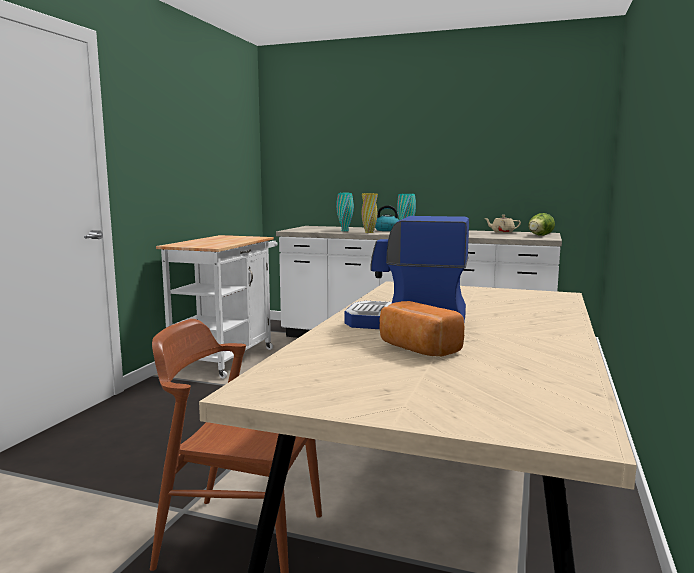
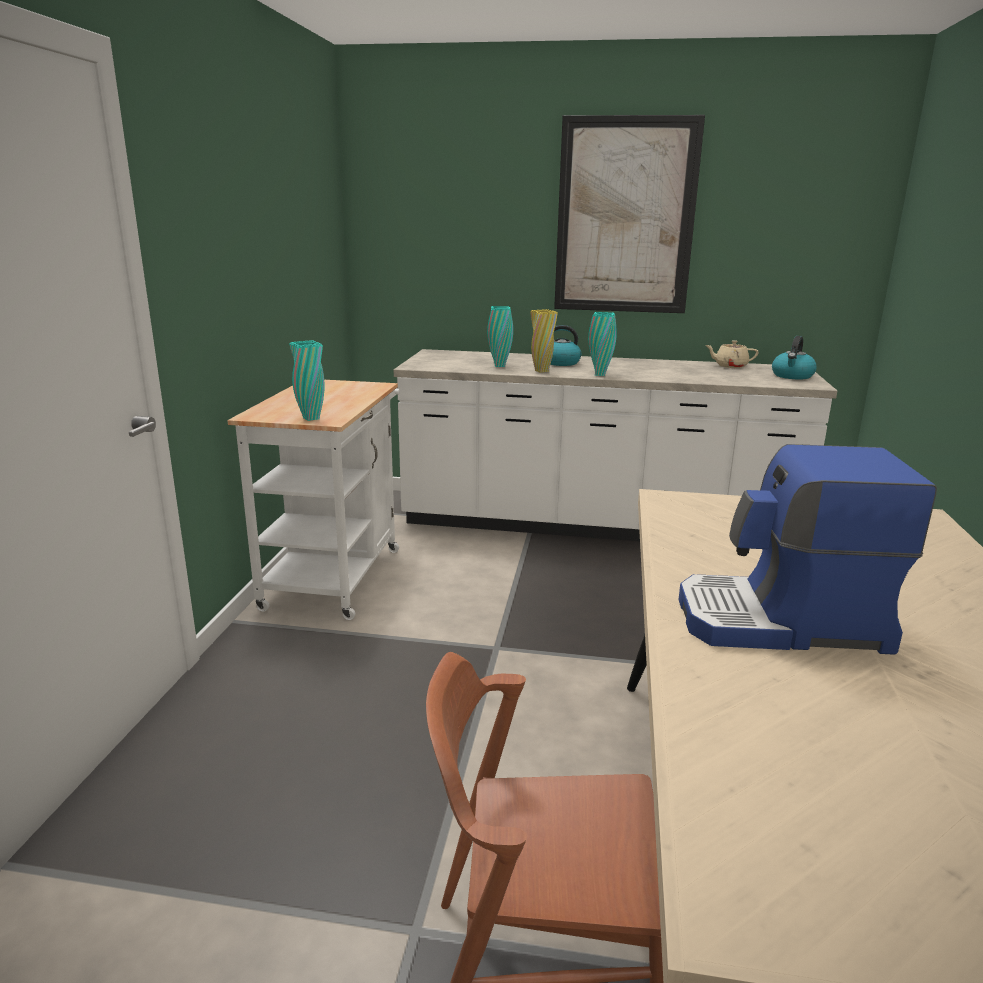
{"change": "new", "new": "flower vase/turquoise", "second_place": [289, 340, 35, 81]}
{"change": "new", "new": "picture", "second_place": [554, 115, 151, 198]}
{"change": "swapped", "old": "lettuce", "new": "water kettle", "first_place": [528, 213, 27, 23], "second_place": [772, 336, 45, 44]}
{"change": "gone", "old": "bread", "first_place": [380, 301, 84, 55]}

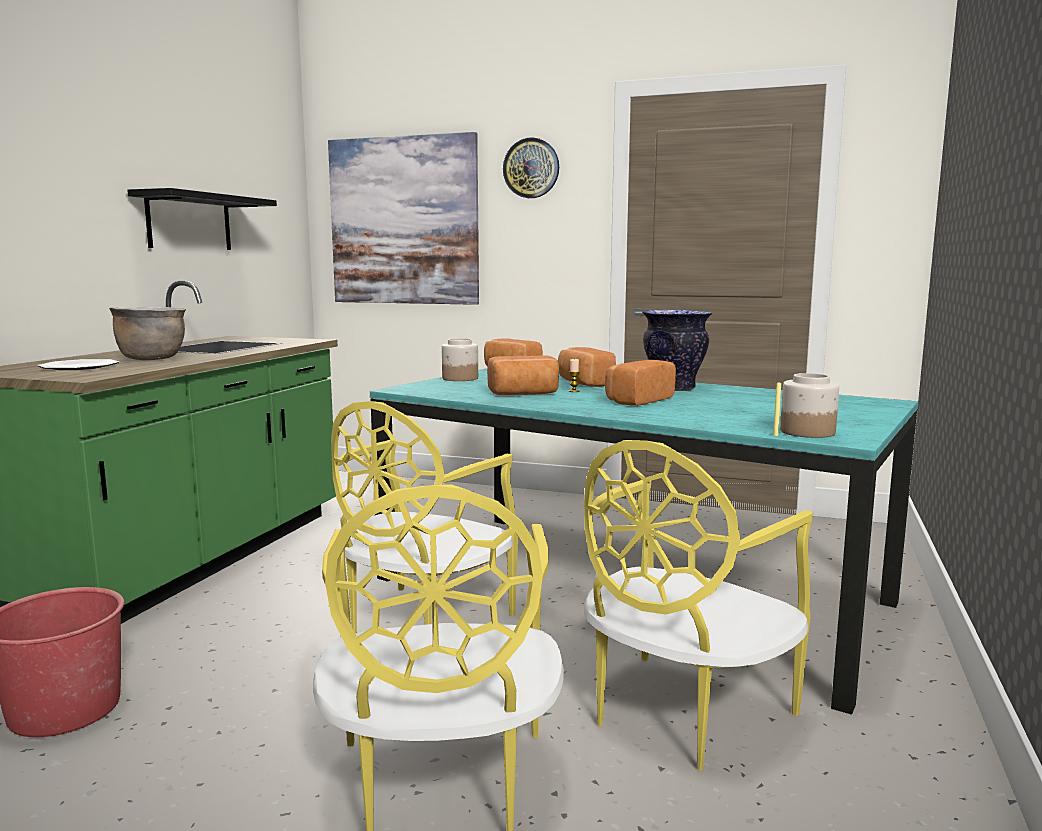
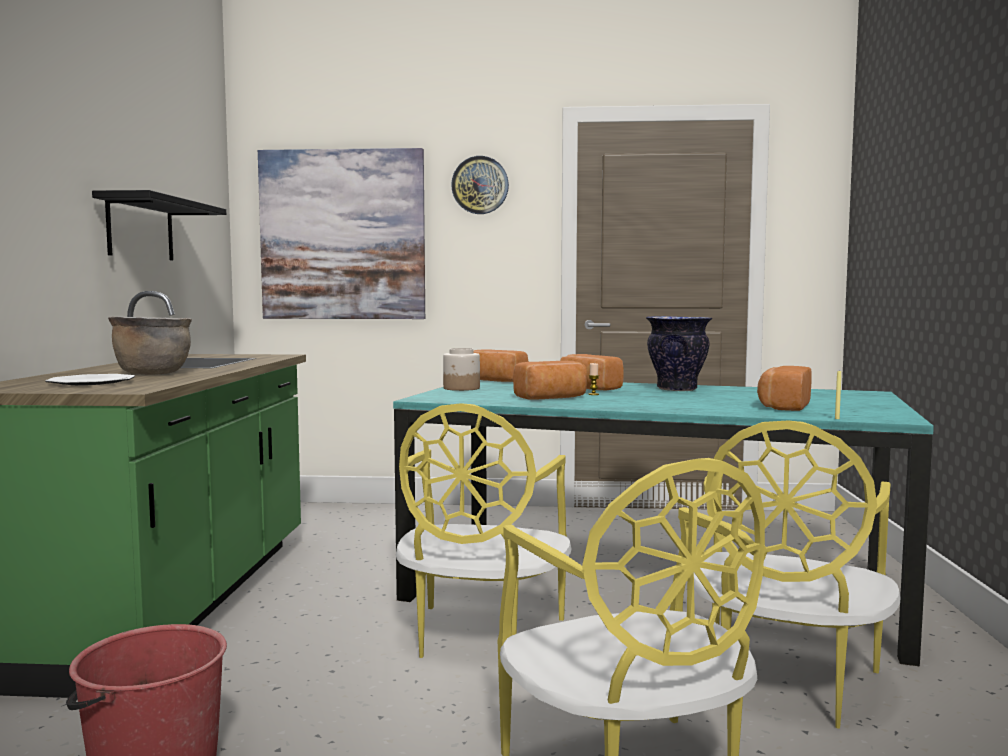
{"change": "shifted", "old": "bread", "first_place": [605, 360, 71, 46], "second_place": [757, 366, 55, 45]}
{"change": "gone", "old": "jar", "first_place": [780, 373, 59, 65]}

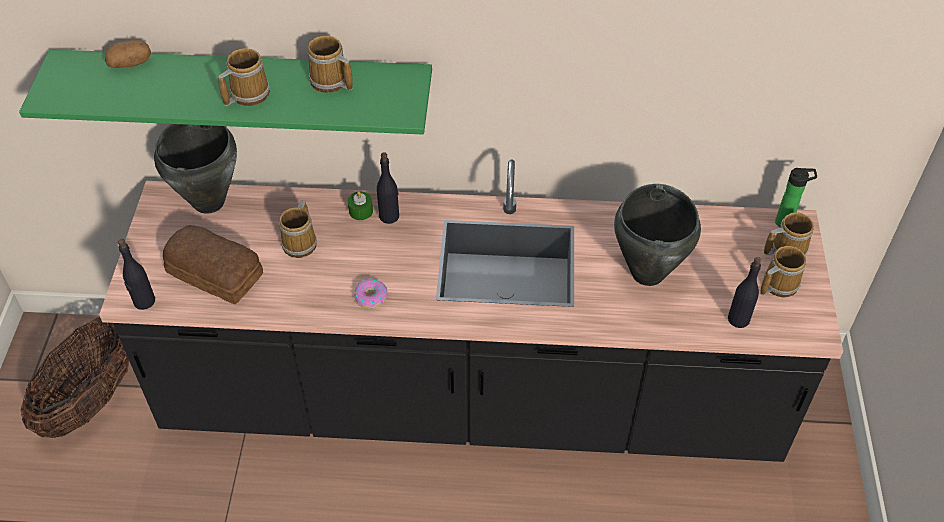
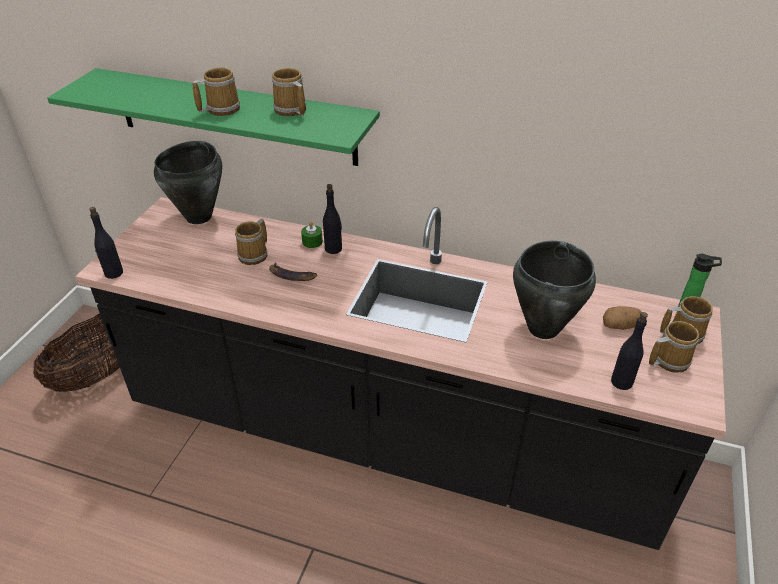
{"change": "new", "new": "banana", "second_place": [269, 262, 48, 19]}
{"change": "shifted", "old": "potato", "first_place": [105, 40, 46, 28], "second_place": [603, 306, 39, 24]}
{"change": "gone", "old": "bread", "first_place": [163, 225, 100, 79]}
{"change": "gone", "old": "donut", "first_place": [354, 279, 34, 30]}

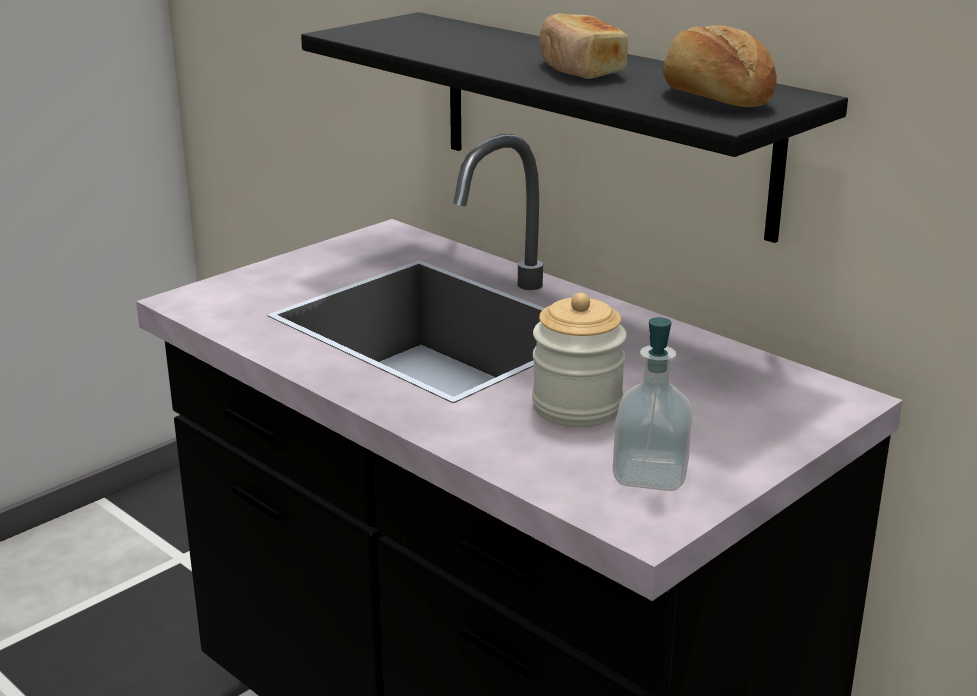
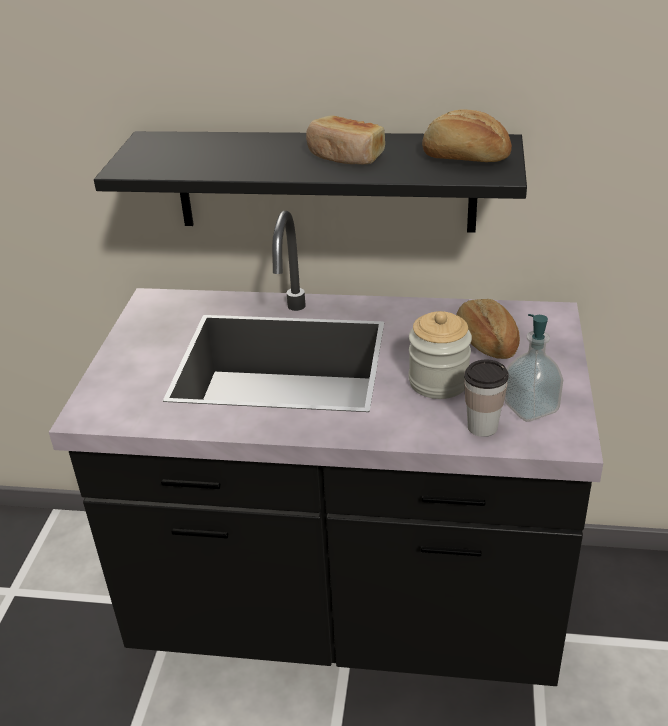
{"change": "new", "new": "bread", "second_place": [456, 299, 64, 60]}
{"change": "new", "new": "drinking cup", "second_place": [464, 360, 45, 77]}

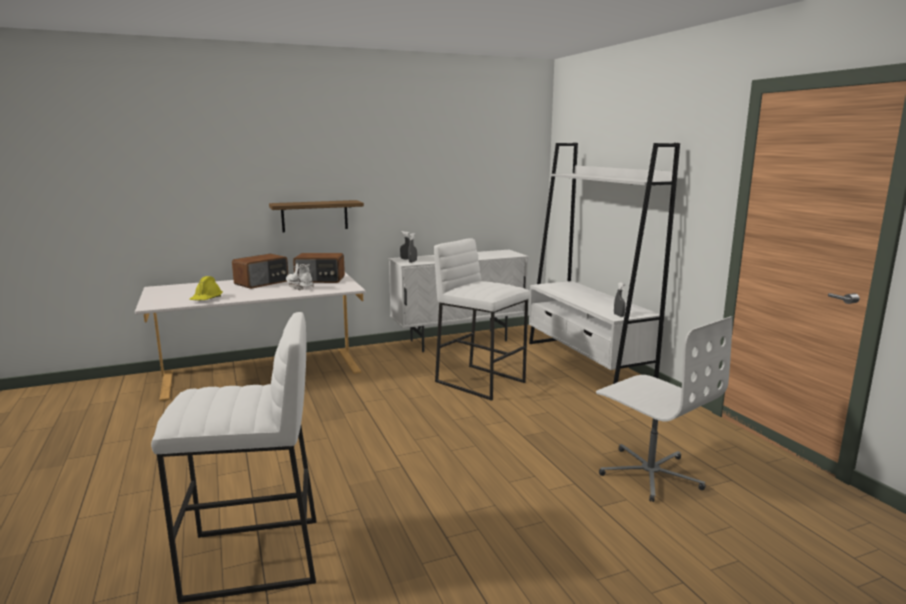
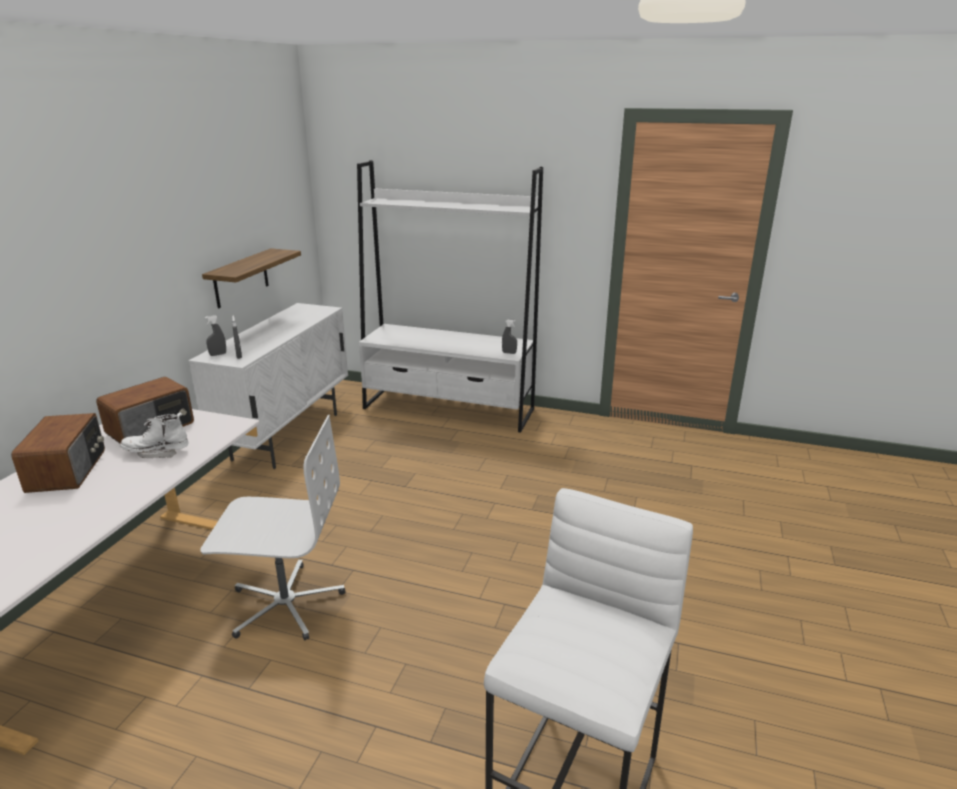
{"change": "shifted", "old": "computer chair/white", "first_place": [596, 316, 137, 186], "second_place": [200, 415, 145, 225]}
{"change": "shifted", "old": "wall shelf", "first_place": [269, 200, 95, 32], "second_place": [202, 248, 99, 60]}
{"change": "gone", "old": "hard hat/yellowish", "first_place": [189, 276, 34, 24]}
{"change": "gone", "old": "sitting stool/white", "first_place": [434, 238, 96, 163]}

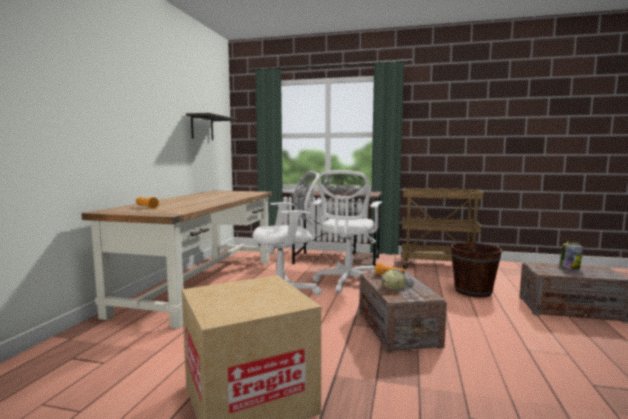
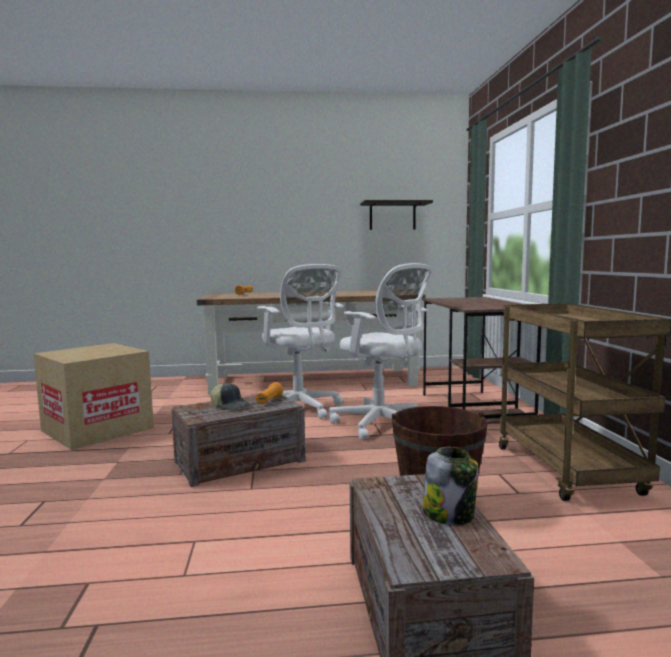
{"change": "rotated", "old": "computer chair/white", "first_place": [312, 170, 70, 123], "second_place": [329, 263, 104, 177], "degrees": -135}

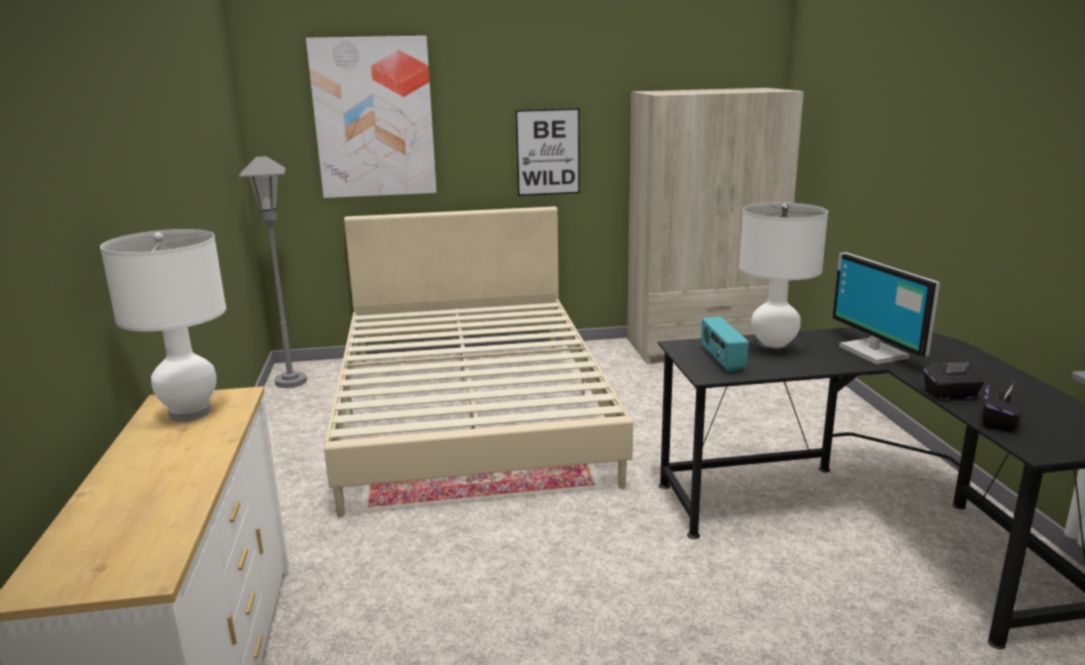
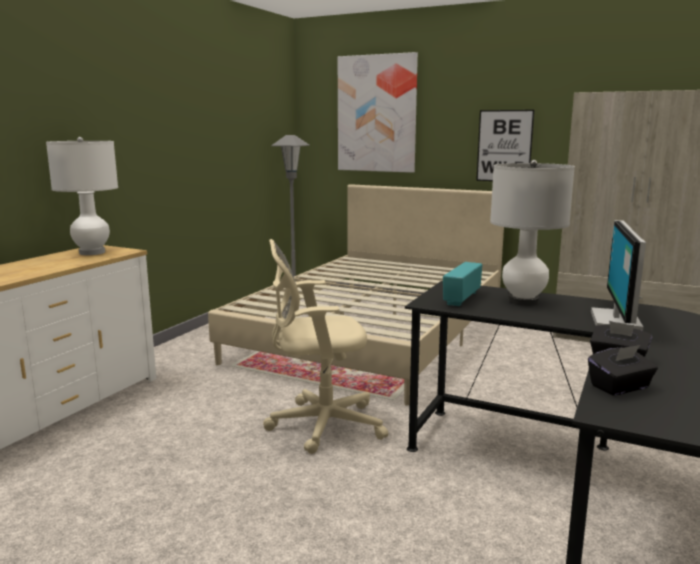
{"change": "new", "new": "computer chair/beige-coloured", "second_place": [263, 239, 125, 215]}

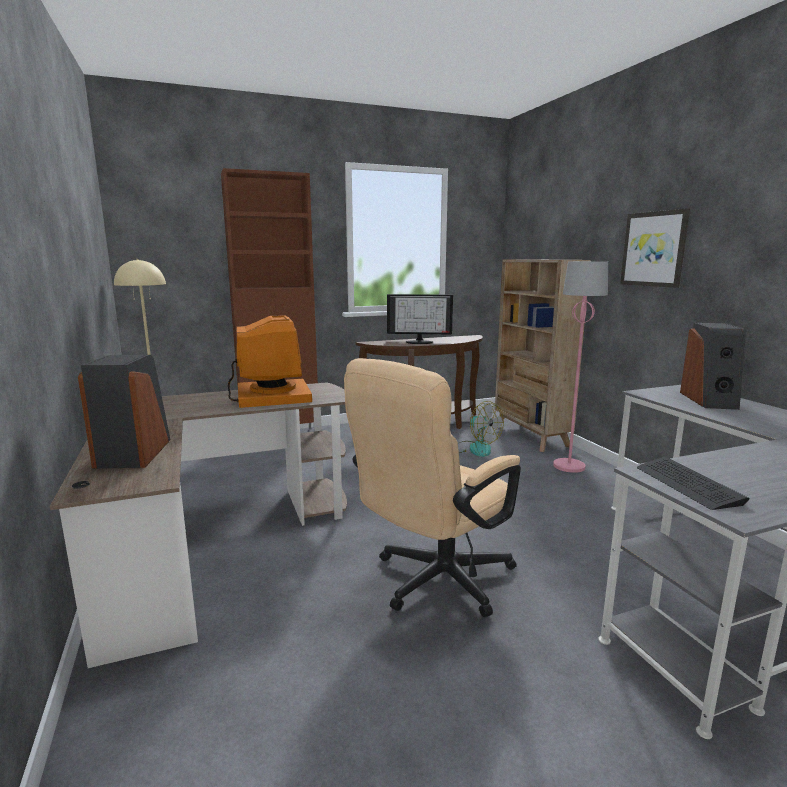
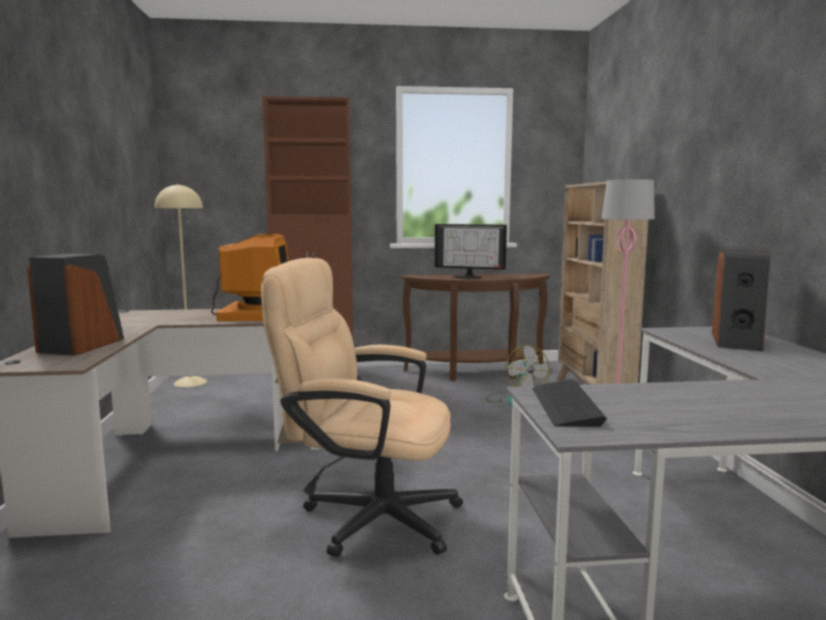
{"change": "rotated", "old": "computer chair/beige-coloured", "first_place": [344, 358, 177, 259], "second_place": [261, 258, 202, 299], "degrees": 45}
{"change": "gone", "old": "picture", "first_place": [620, 208, 70, 80]}

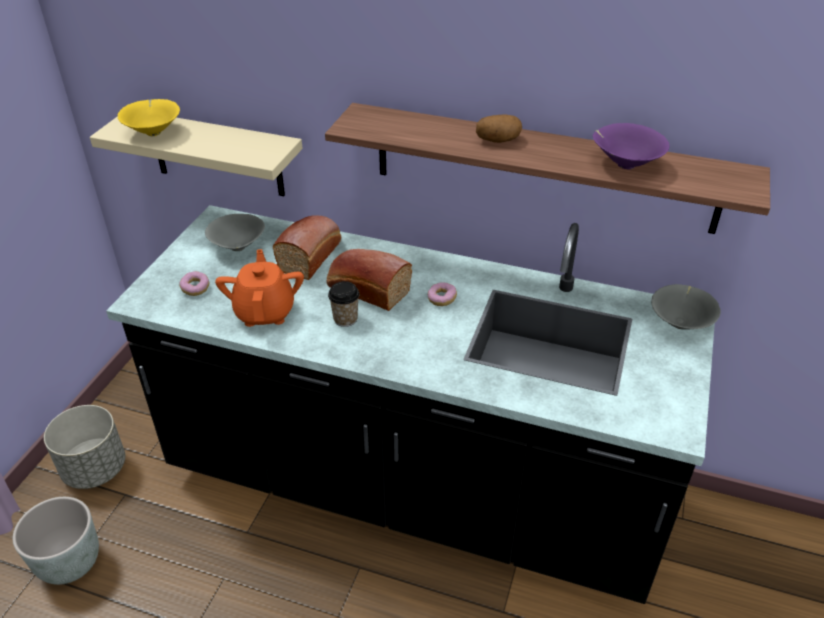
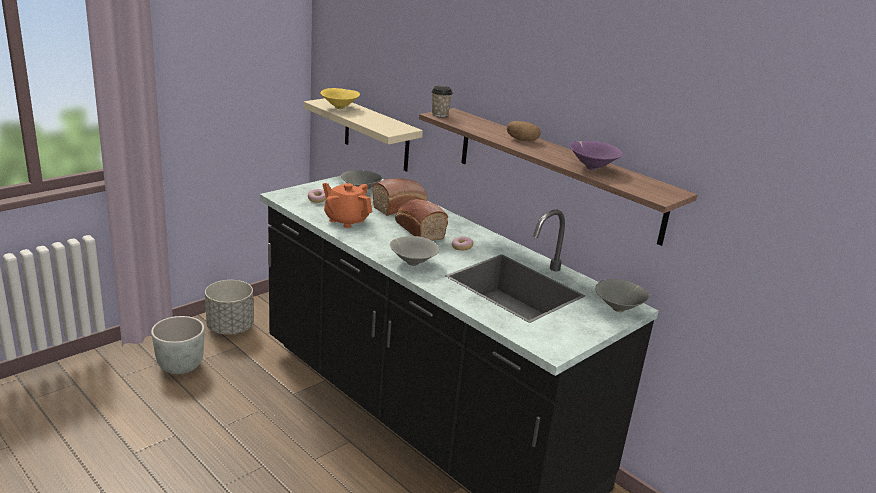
{"change": "rotated", "old": "tea pot/orangey", "first_place": [215, 249, 89, 78], "second_place": [322, 183, 50, 45], "degrees": -75}
{"change": "new", "new": "bowl/grey", "second_place": [390, 236, 49, 30]}
{"change": "shifted", "old": "drinking cup", "first_place": [328, 281, 32, 46], "second_place": [431, 86, 22, 31]}

